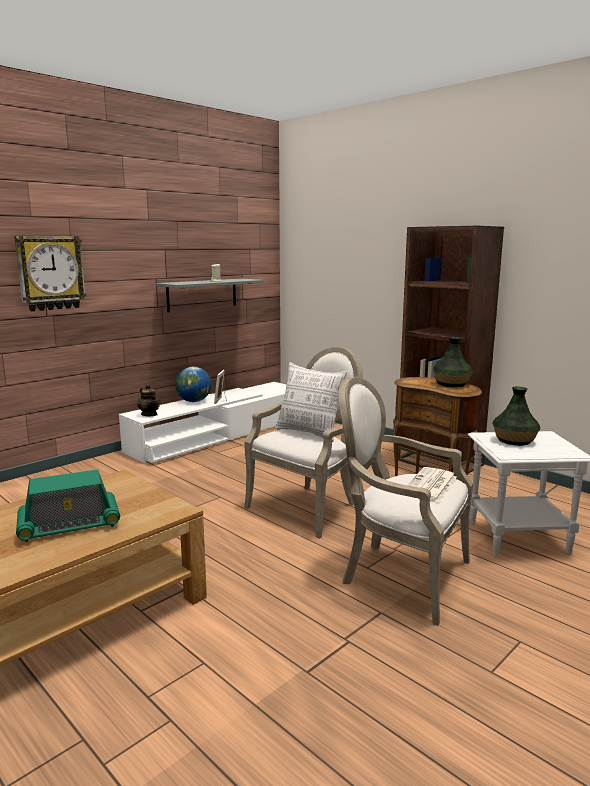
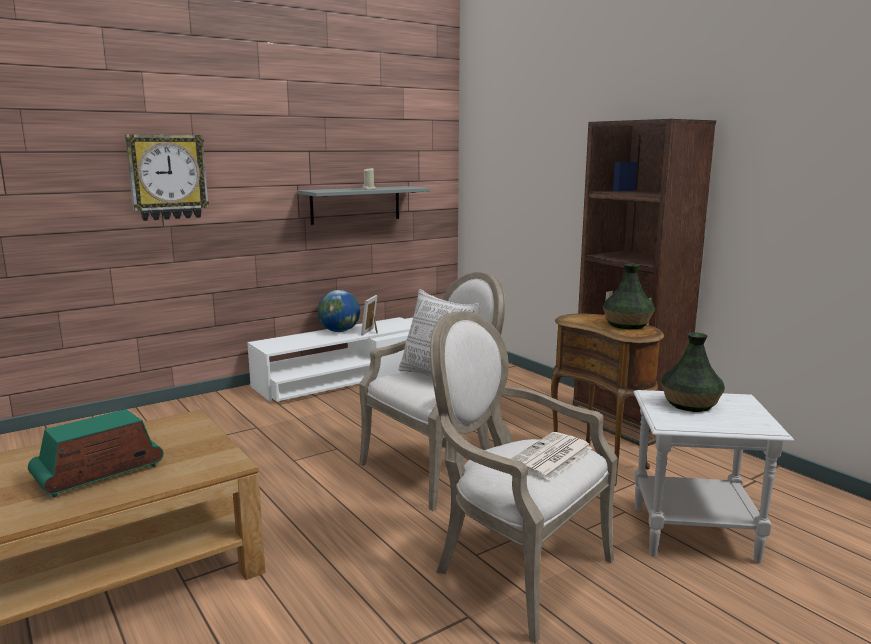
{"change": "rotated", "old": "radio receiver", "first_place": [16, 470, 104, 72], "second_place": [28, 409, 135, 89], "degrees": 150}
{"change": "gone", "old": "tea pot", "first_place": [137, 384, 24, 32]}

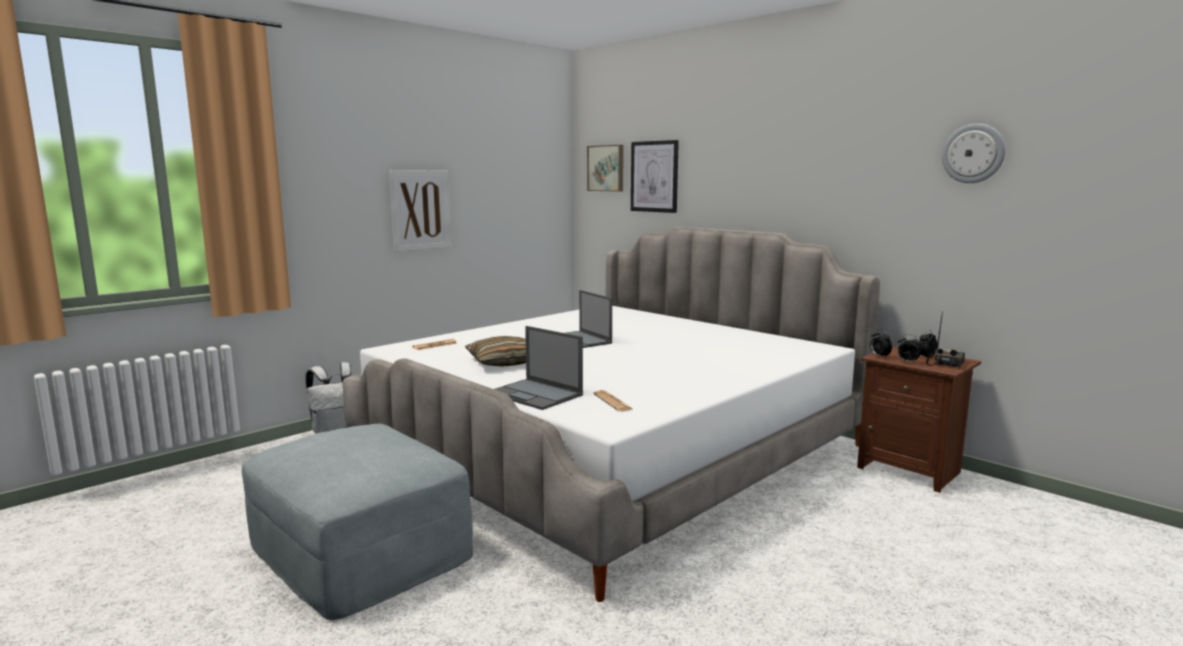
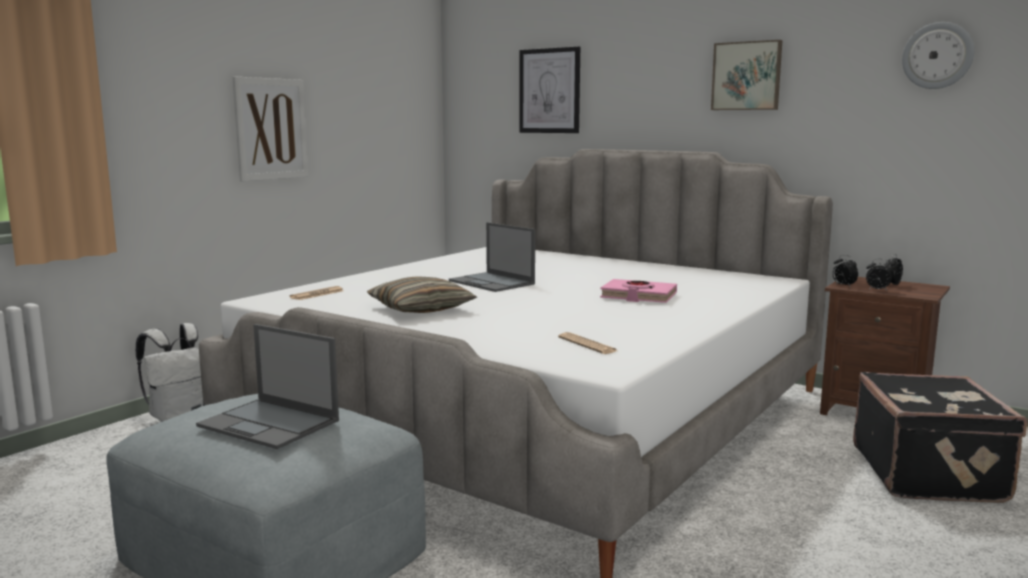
{"change": "shifted", "old": "portable computer", "first_place": [495, 326, 88, 84], "second_place": [196, 324, 143, 125]}
{"change": "new", "new": "book/pink-coloured", "second_place": [600, 279, 77, 24]}
{"change": "shifted", "old": "picture", "first_place": [587, 145, 36, 47], "second_place": [711, 40, 72, 70]}
{"change": "new", "new": "piece of luggage/black", "second_place": [853, 372, 174, 131]}
{"change": "gone", "old": "radio receiver", "first_place": [926, 311, 39, 57]}

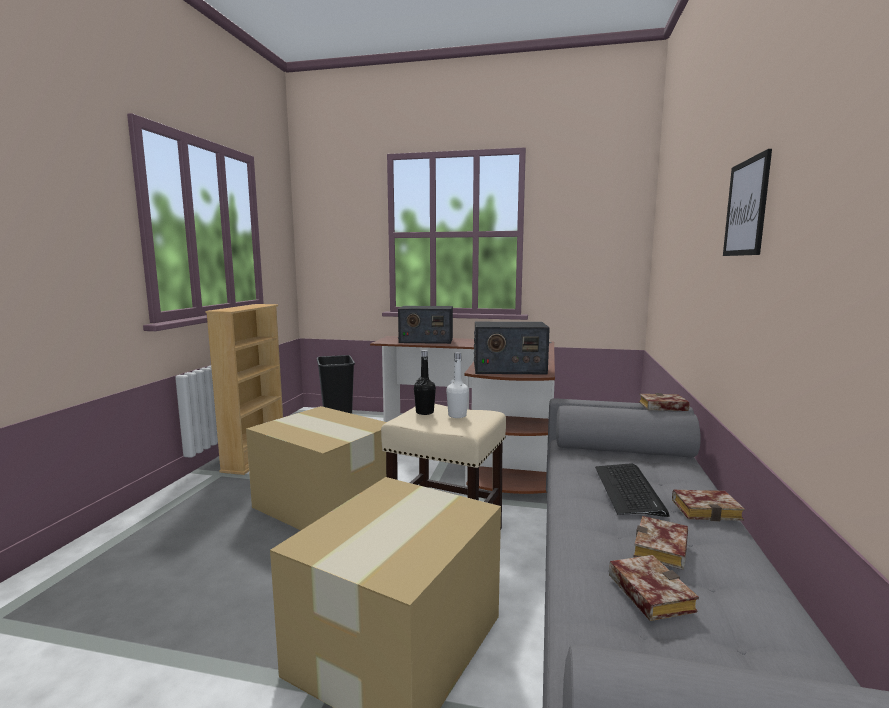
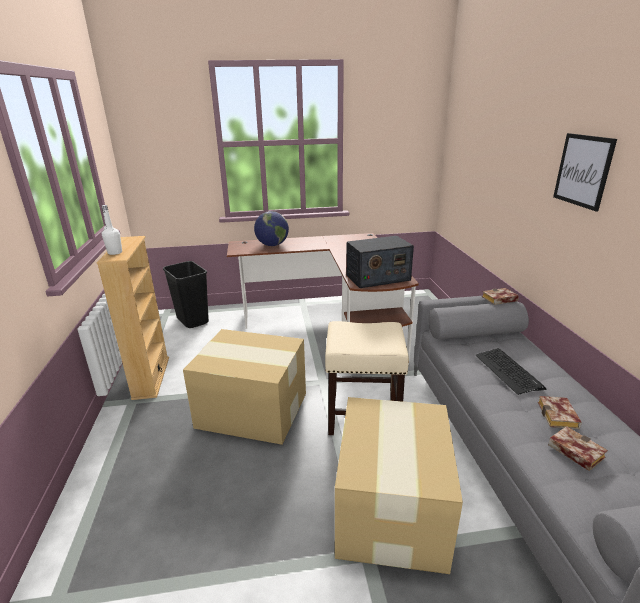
{"change": "shifted", "old": "beverage bottle/white", "first_place": [446, 352, 23, 66], "second_place": [102, 205, 20, 50]}
{"change": "swapped", "old": "radio receiver", "new": "globe", "first_place": [398, 306, 55, 38], "second_place": [254, 211, 35, 35]}
{"change": "gone", "old": "beverage bottle/black", "first_place": [414, 350, 22, 65]}
{"change": "gone", "old": "book", "first_place": [672, 490, 73, 32]}

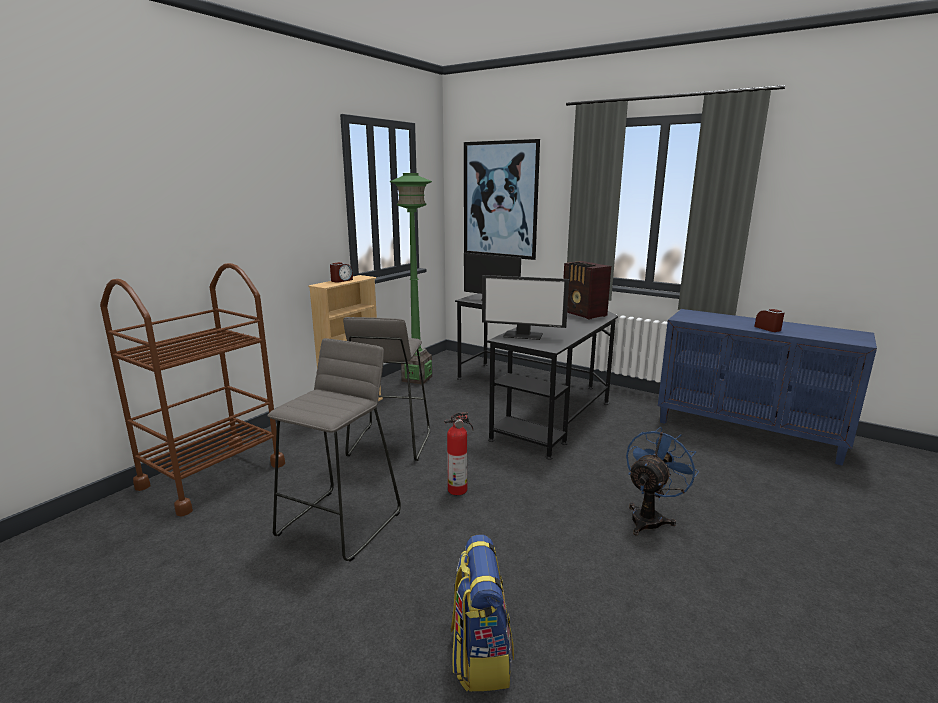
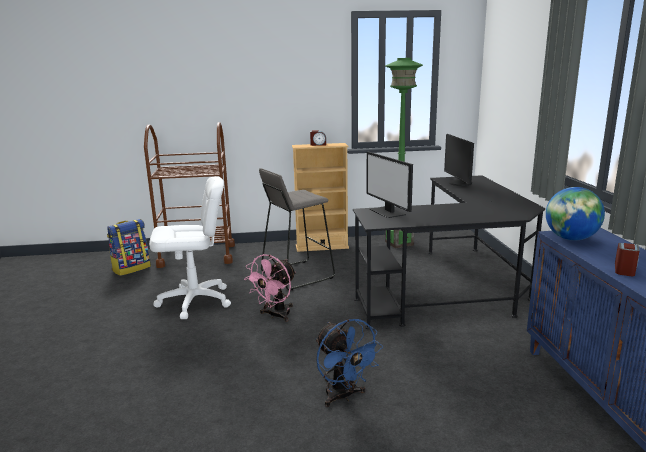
{"change": "shifted", "old": "rucksack", "first_place": [451, 535, 63, 156], "second_place": [107, 219, 44, 57]}
{"change": "swapped", "old": "sitting stool/grey", "new": "computer chair/white", "first_place": [267, 338, 134, 224], "second_place": [149, 176, 82, 143]}
{"change": "swapped", "old": "extinguisher", "new": "cooling fan/pink-coloured", "first_place": [444, 412, 29, 83], "second_place": [244, 254, 52, 68]}
{"change": "rotated", "old": "cooling fan/blue-coloured", "first_place": [626, 427, 73, 109], "second_place": [316, 319, 67, 88], "degrees": 60}
{"change": "new", "new": "globe", "second_place": [546, 187, 59, 54]}
{"change": "gone", "old": "picture", "first_place": [464, 139, 76, 121]}
{"change": "gone", "old": "radio receiver", "first_place": [563, 261, 48, 59]}

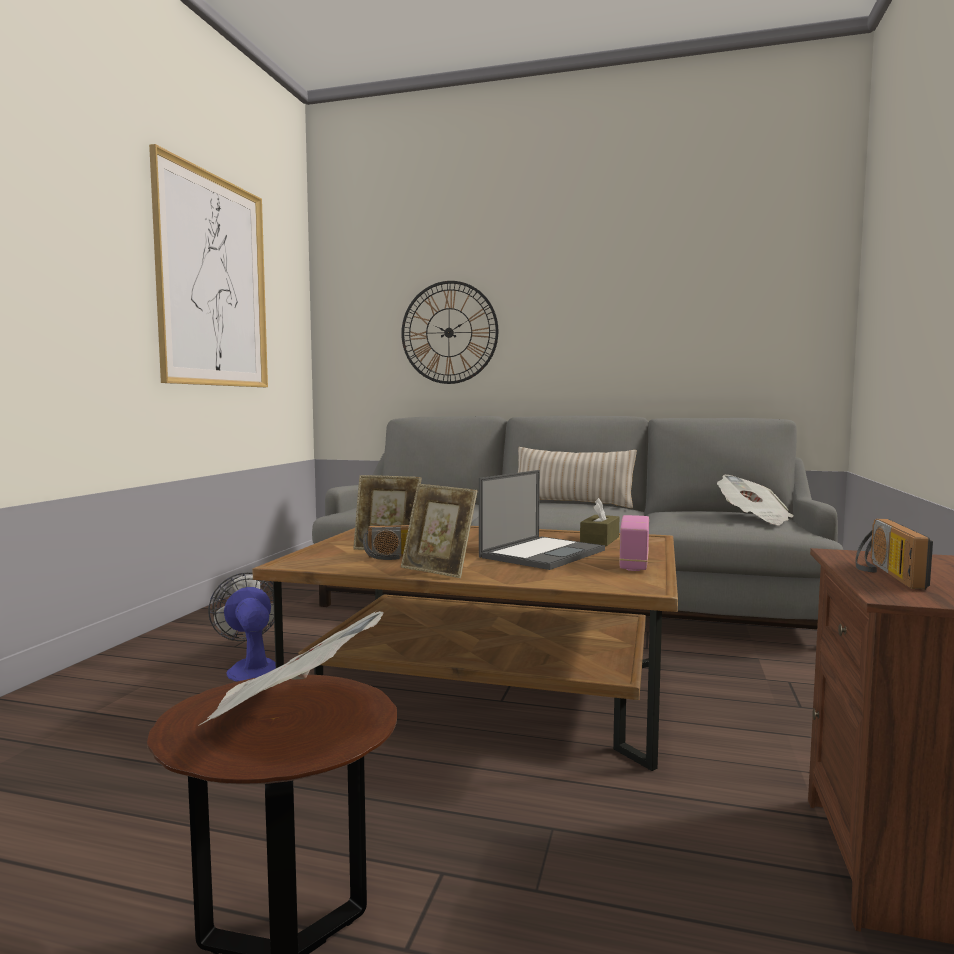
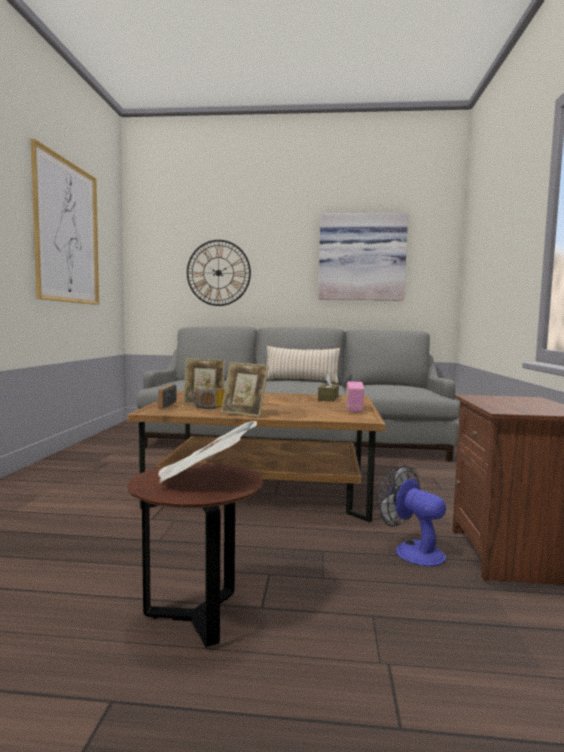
{"change": "shifted", "old": "radio receiver", "first_place": [856, 519, 77, 71], "second_place": [158, 384, 19, 25]}
{"change": "new", "new": "picture", "second_place": [318, 213, 90, 88]}
{"change": "shifted", "old": "cooling fan", "first_place": [208, 572, 68, 110], "second_place": [378, 465, 68, 101]}
{"change": "gone", "old": "portable computer", "first_place": [479, 470, 126, 100]}
{"change": "gone", "old": "printed paper", "first_place": [717, 475, 76, 50]}

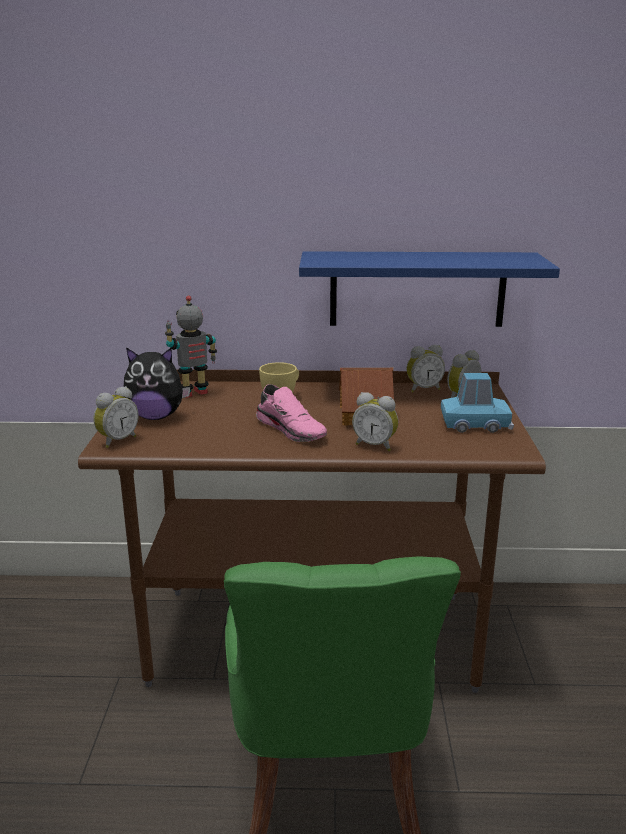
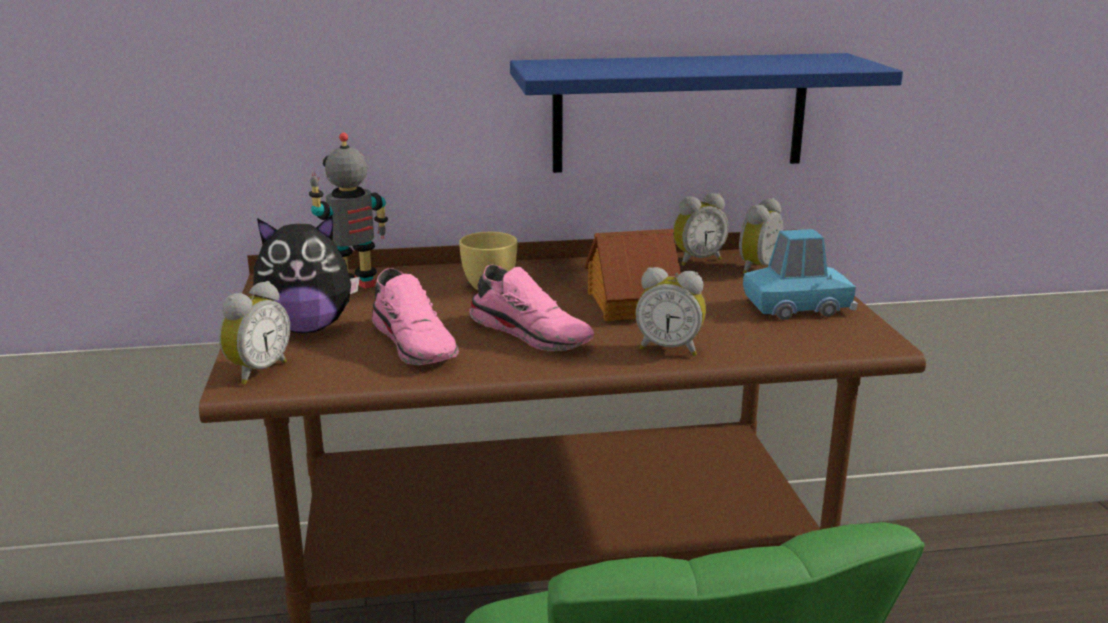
{"change": "new", "new": "shoe/pink-coloured", "second_place": [372, 268, 87, 97]}

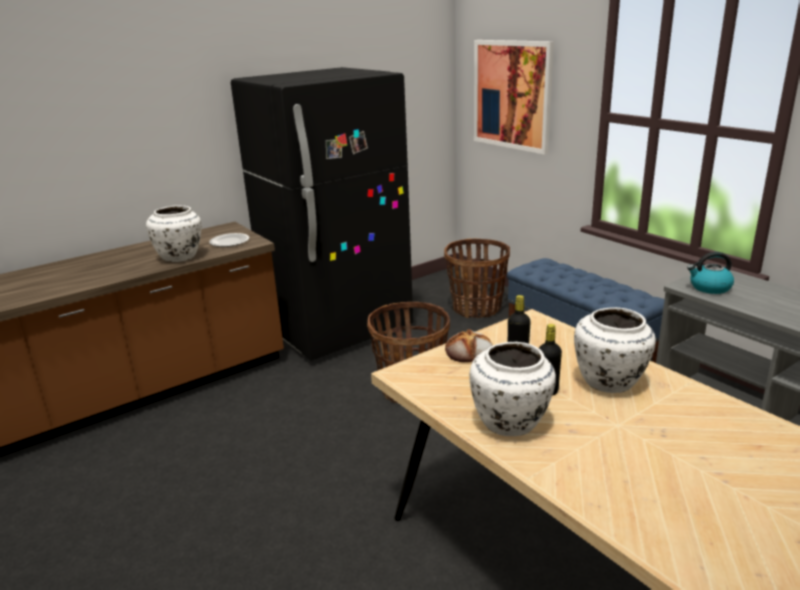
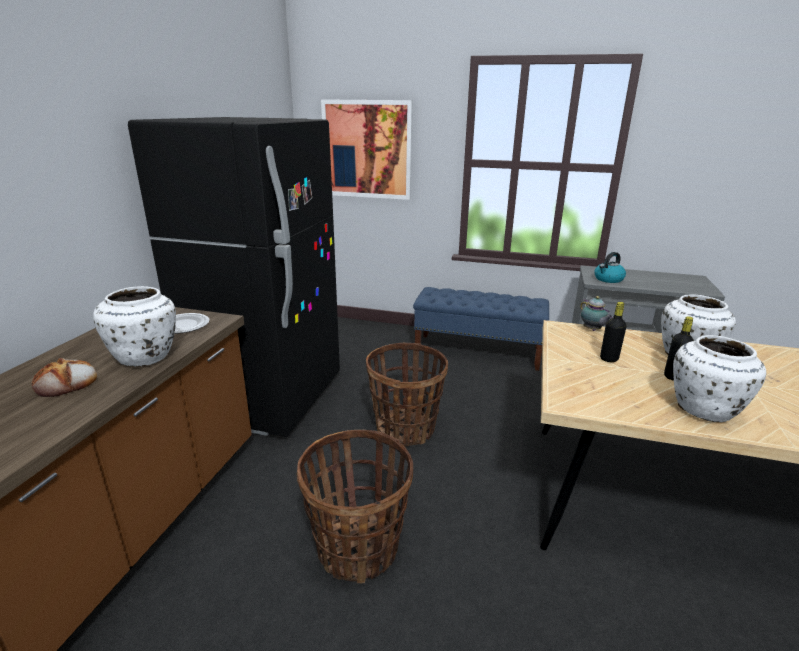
{"change": "shifted", "old": "bread", "first_place": [445, 329, 48, 33], "second_place": [31, 358, 66, 39]}
{"change": "shifted", "old": "basket", "first_place": [444, 239, 66, 79], "second_place": [297, 430, 116, 153]}
{"change": "new", "new": "tea pot", "second_place": [580, 296, 33, 35]}

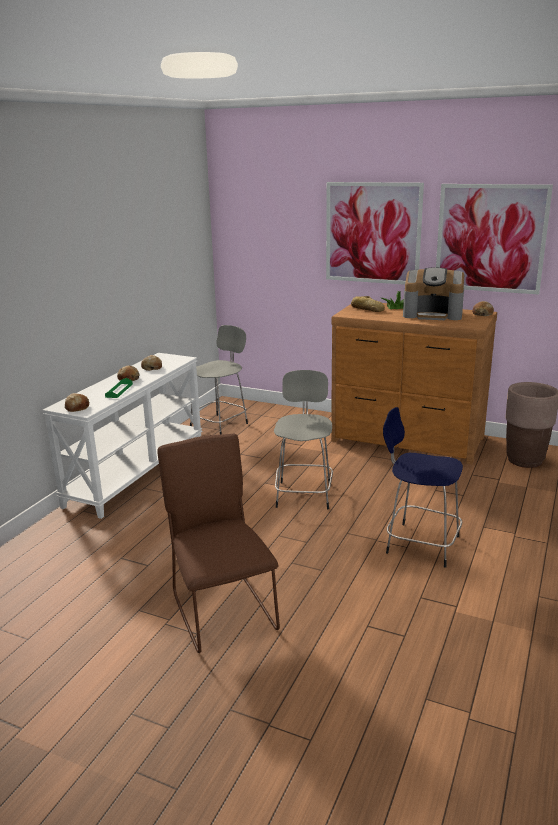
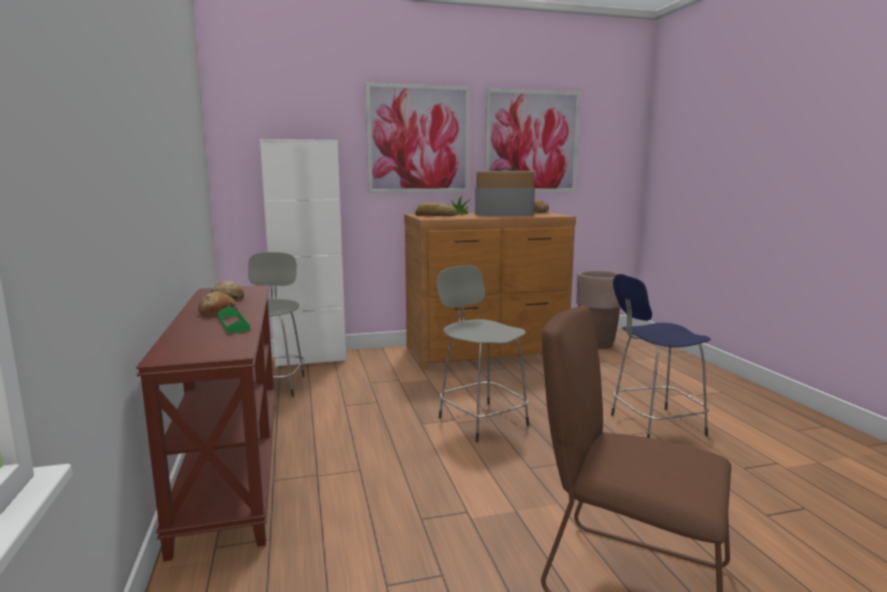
{"change": "repainted", "old": "console table/white", "new": "console table/brown-coloured", "first_place": [42, 353, 160, 166], "second_place": [136, 285, 140, 276]}
{"change": "new", "new": "cabinet/white", "second_place": [260, 139, 86, 228]}
{"change": "rotated", "old": "coffee maker", "first_place": [403, 268, 61, 52], "second_place": [475, 169, 60, 47], "degrees": -150}
{"change": "gone", "old": "bread", "first_place": [65, 393, 24, 19]}

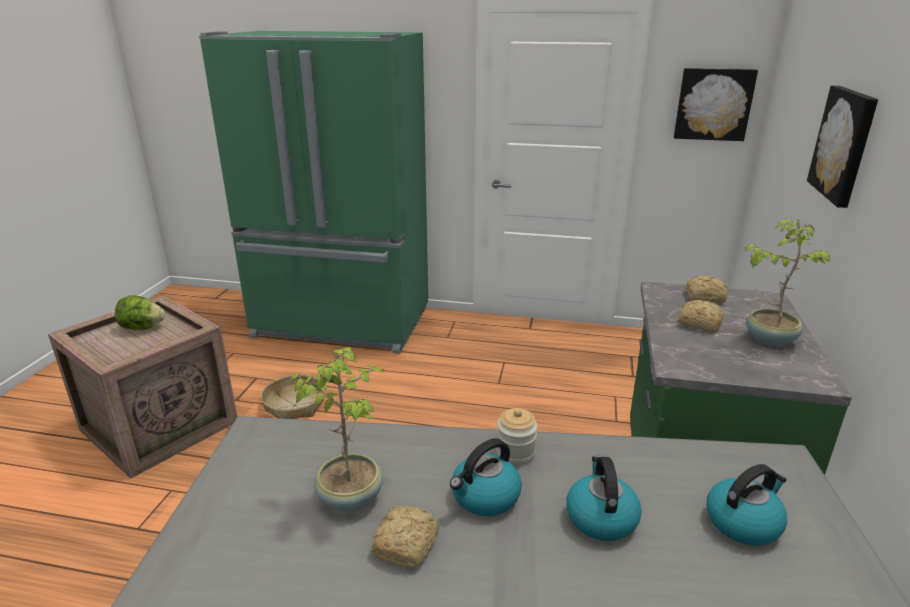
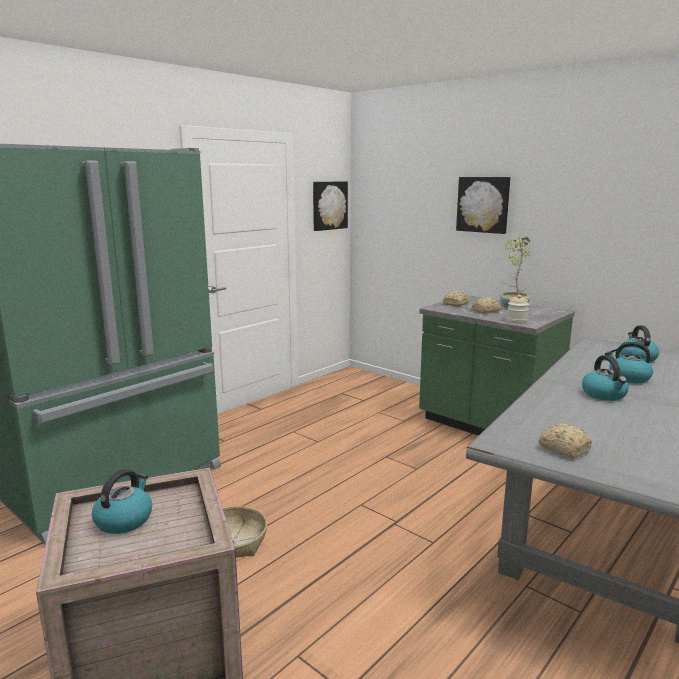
{"change": "swapped", "old": "lettuce", "new": "water kettle", "first_place": [115, 295, 50, 35], "second_place": [92, 469, 60, 65]}
{"change": "shifted", "old": "jar", "first_place": [496, 408, 41, 58], "second_place": [507, 295, 22, 29]}
{"change": "shifted", "old": "bread", "first_place": [371, 506, 68, 62], "second_place": [539, 424, 53, 34]}
{"change": "gone", "old": "houseplant", "first_place": [290, 347, 93, 164]}

